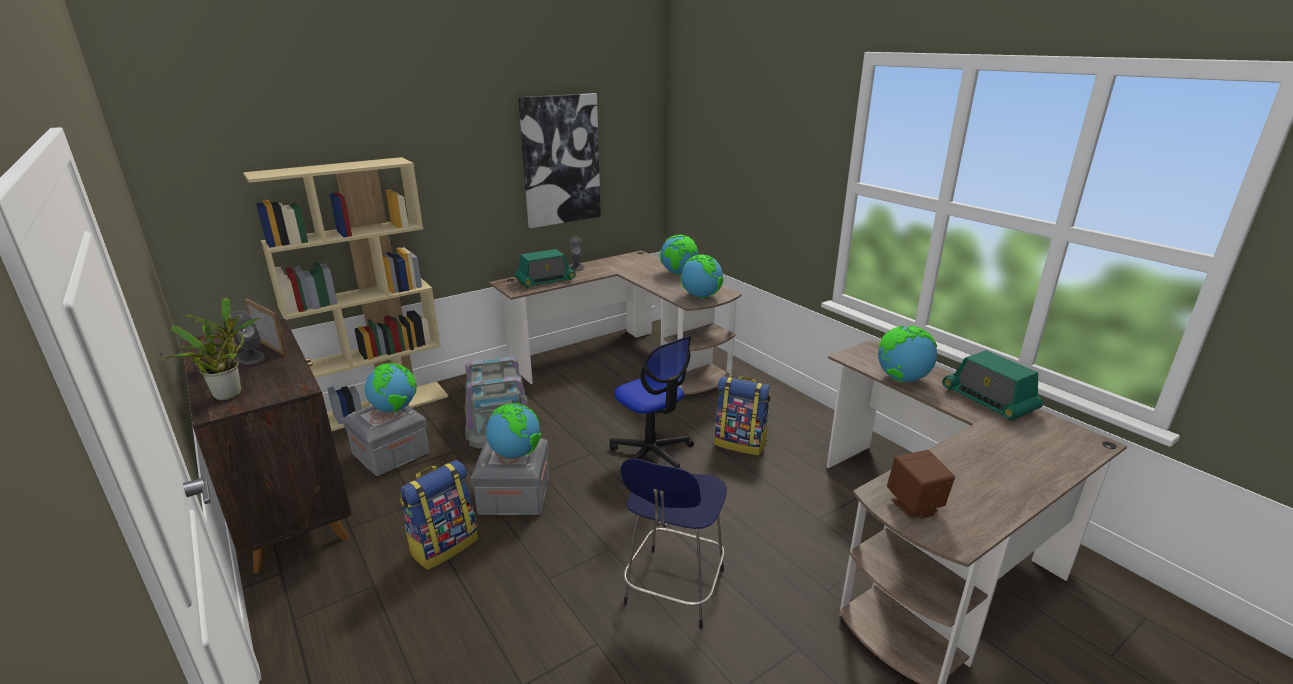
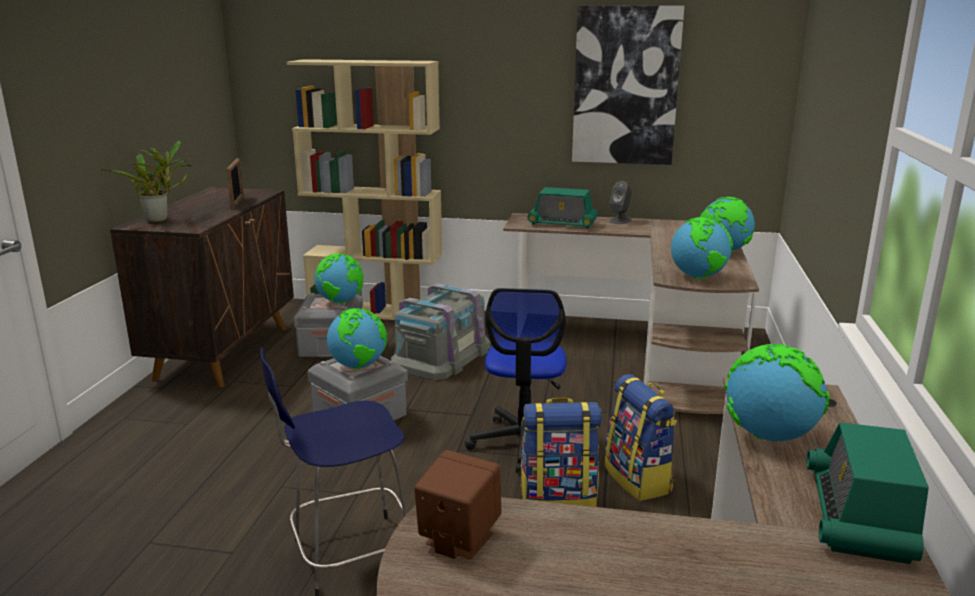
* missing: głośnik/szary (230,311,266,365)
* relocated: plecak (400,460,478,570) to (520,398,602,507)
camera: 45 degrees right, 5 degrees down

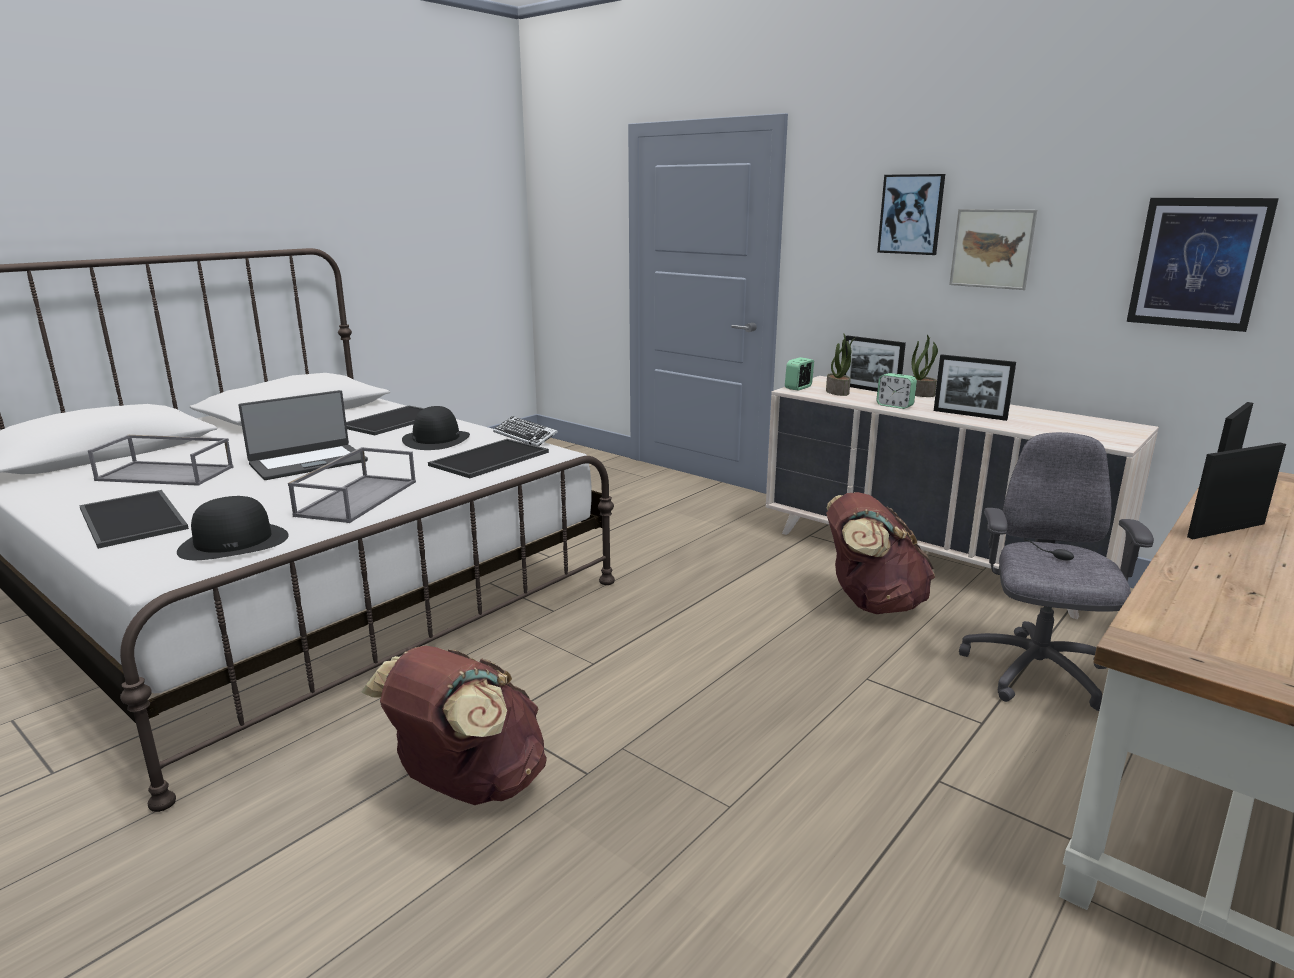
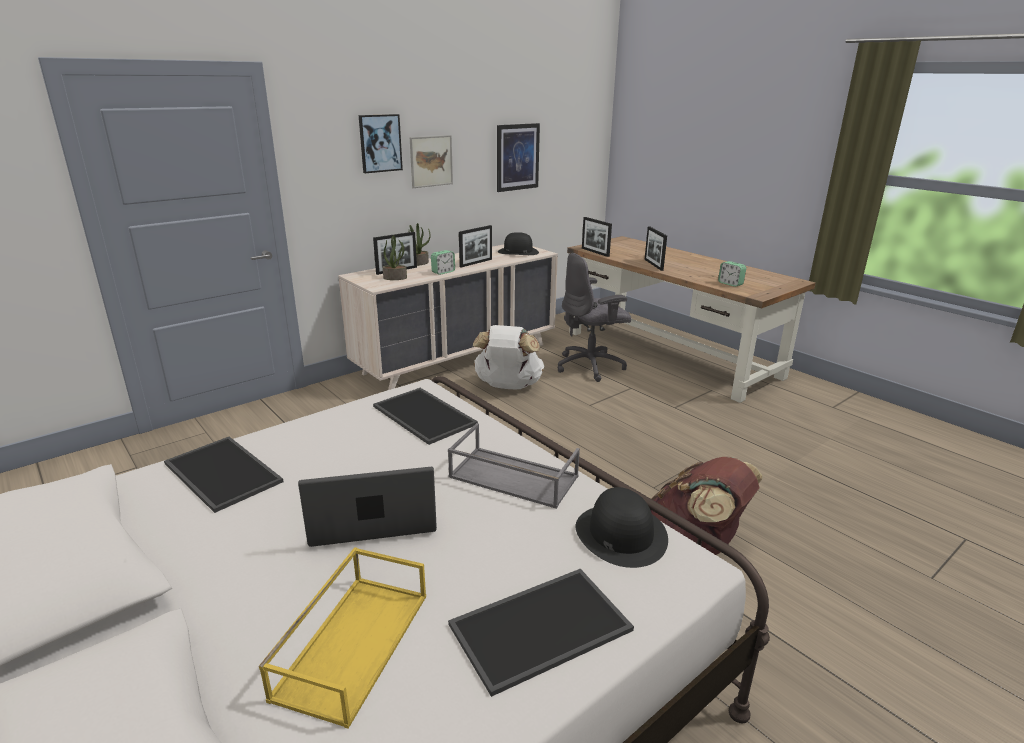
* missing: klawiatura (493,416,558,446)
* relocated: kapelusz/czarny (402,406,470,450) to (498,232,539,255)
* relocated: budzik (785,357,814,391) to (718,261,746,287)
* colour: taca/szary (88,435,234,486) to taca/żółty (259,547,426,729)
* colour: plecak/brązowy (826,492,935,614) to plecak/biały (473,325,545,389)
* spun: laptop (238,390,368,480) = (298,467,437,547) 75 degrees counterclockwise
* spun: krzesło biurowe/szary (959,432,1154,711) = (558,253,631,382) 45 degrees counterclockwise
camera: 80 degrees left, 5 degrees up

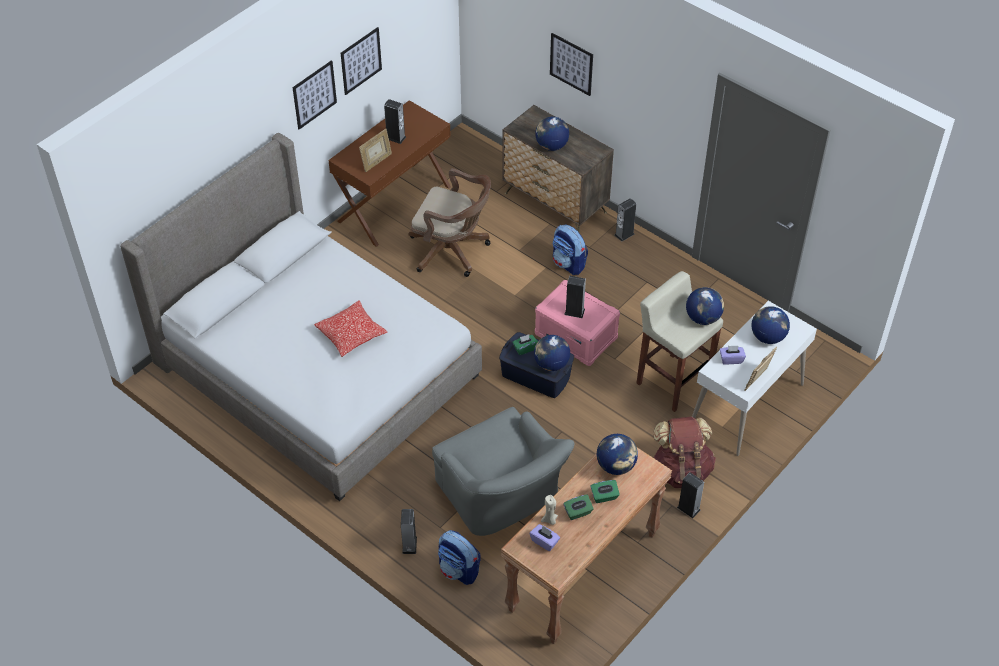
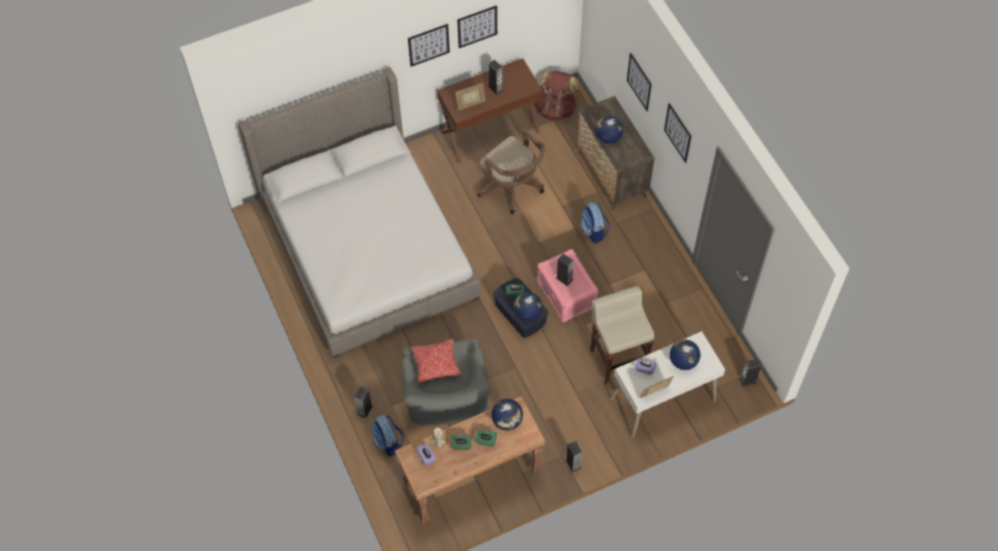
* missing: globus (686,287,724,325)
* appeared: obraz (664,103,691,163)
* relocated: poduszka (314,300,387,357) to (411,339,461,383)
* relocated: głośnik (615,198,636,242) to (740,359,762,387)
* relocated: plecak/brązowy (654,417,716,488) to (534,70,579,121)
camera: 25 degrees right, 10 degrees up

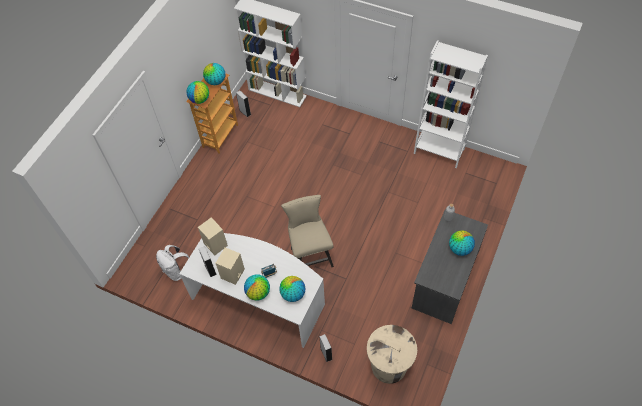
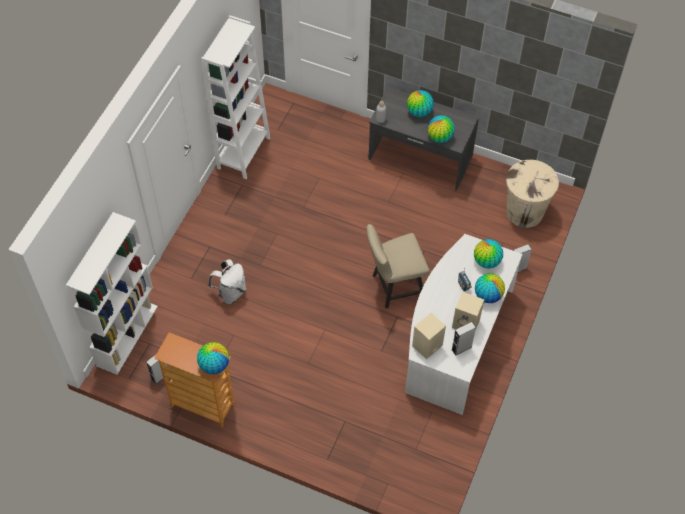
* relocated: plecak/biały (156,245,189,281) to (208,259,246,304)
* relocated: globus (203,63,225,85) to (427,115,455,143)
camera: 95 degrees left, 0 degrees up

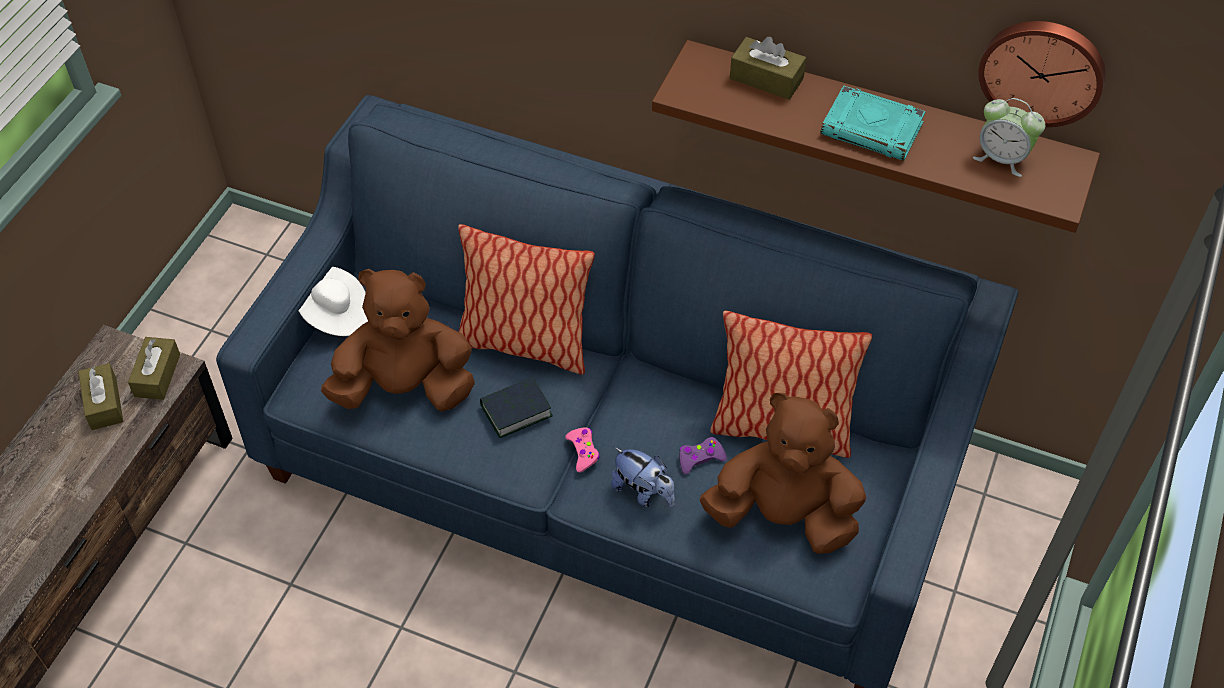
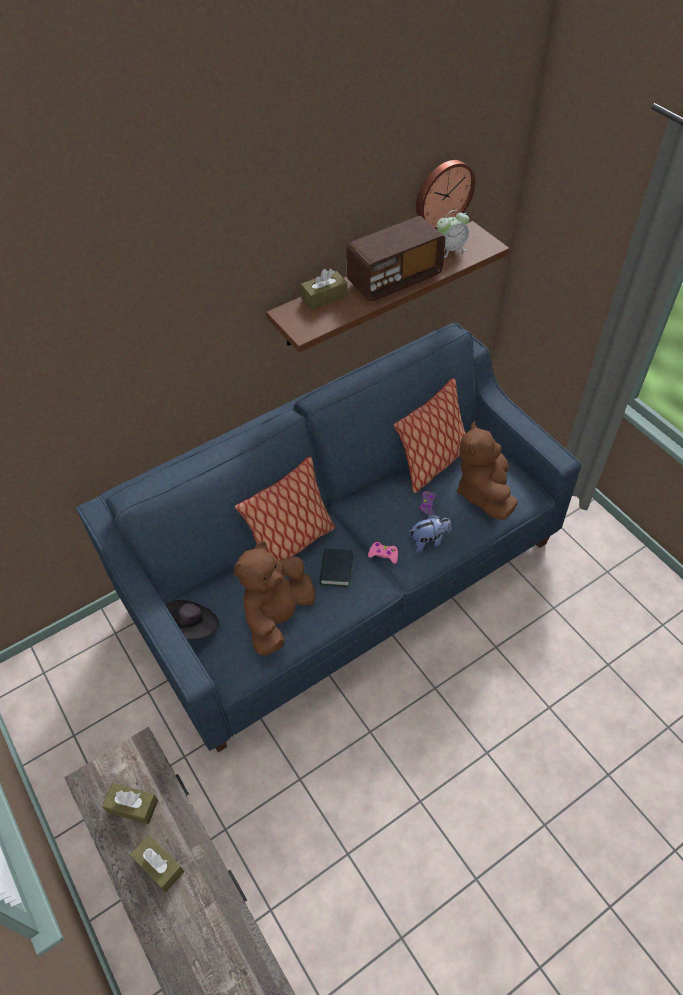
* relocated: pudełko chusteczek/brązowy (128,337,180,400) to (130,834,184,892)
* exchanged: książka/turkusowy (820,85,926,161) to radio (346,216,446,301)
* colour: kapelusz/biały (298,267,368,336) to kapelusz/czarny (166,600,219,640)
* spun: pluszak/brązowy (700,393,866,554) = (457,421,517,520) 45 degrees counterclockwise
camera: 55 degrees left, 0 degrees up

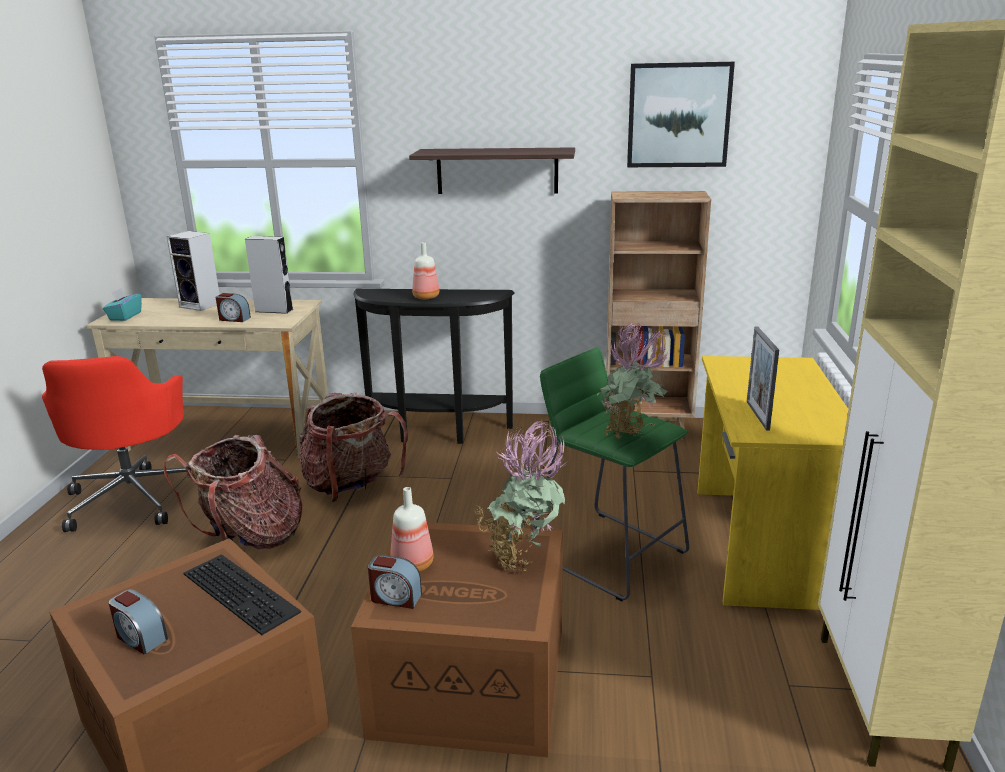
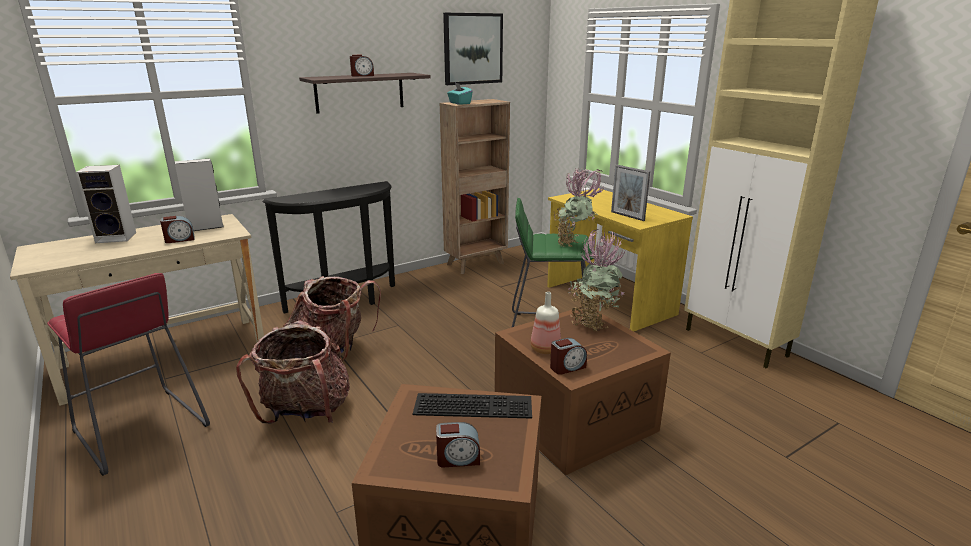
* missing: butelka (412,242,439,299)
* appeared: budzik (350,55,374,76)
* relocated: pudełko chusteczek/turkusowy (103,288,142,321) to (447,83,473,105)
* exchanged: krzesło biurowe/czerwony (42,356,186,532) to stołek/czerwony (47,273,210,476)
camera: 40 degrees left, 0 degrees up

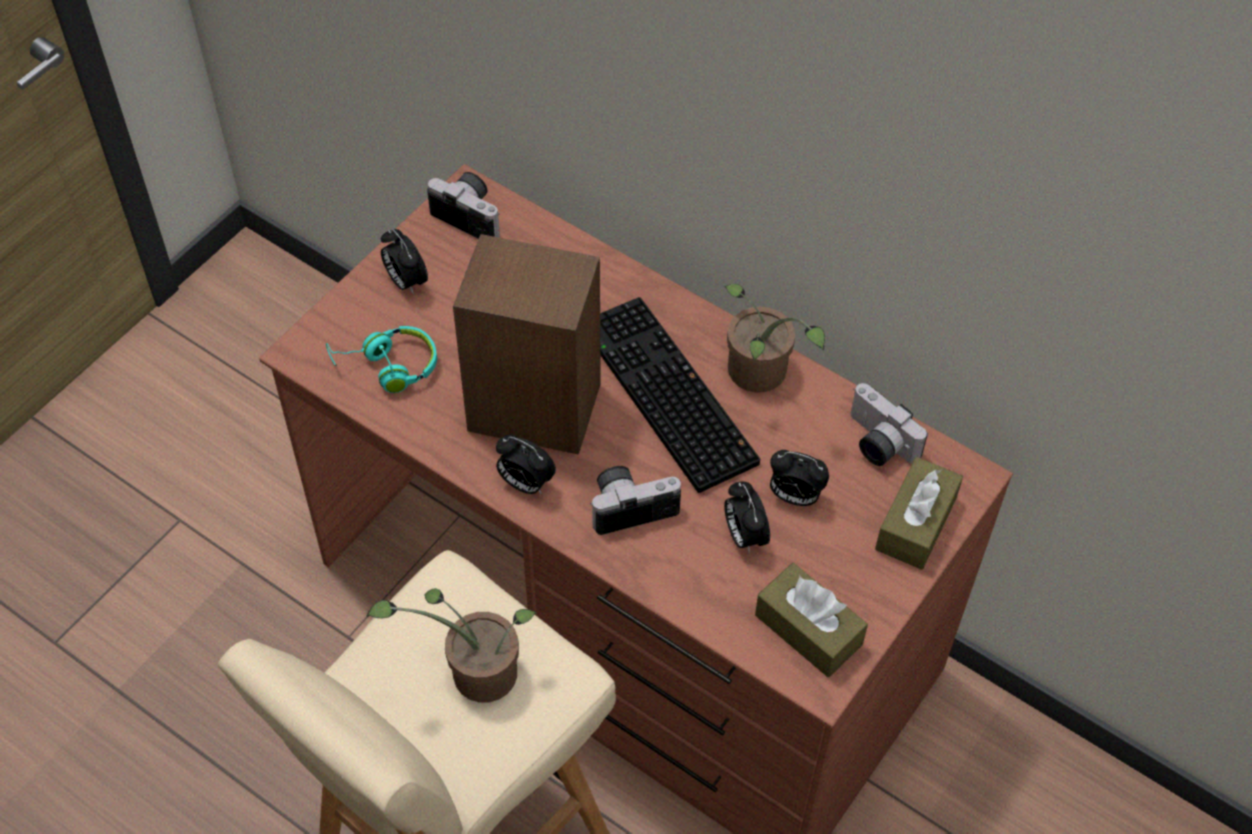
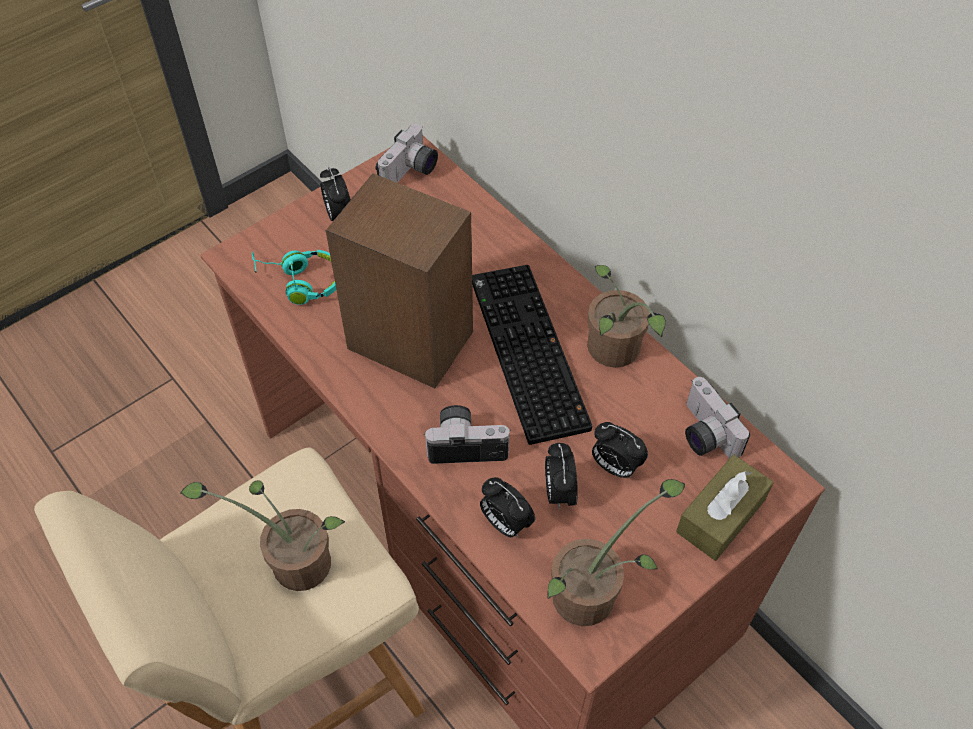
* relocated: budzik (496,434,556,494) to (480,477,535,537)
* exchanged: pudełko chusteczek/brązowy (755,563,868,677) to roślina doniczkowa (547,479,685,626)
* spun: aparat fotograficzny (427,172,500,239) = (375,124,438,183) 75 degrees clockwise
camera: 15 degrees right, 0 degrees up

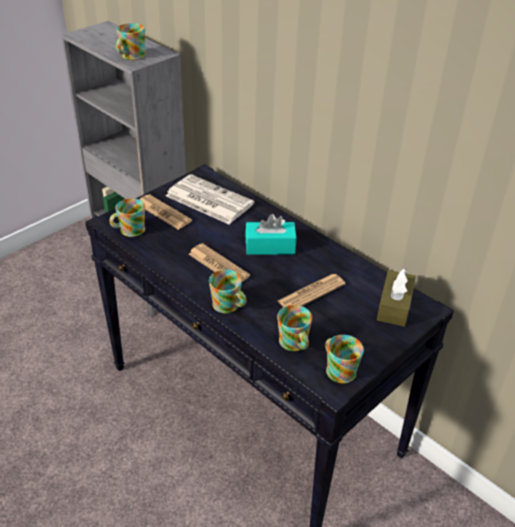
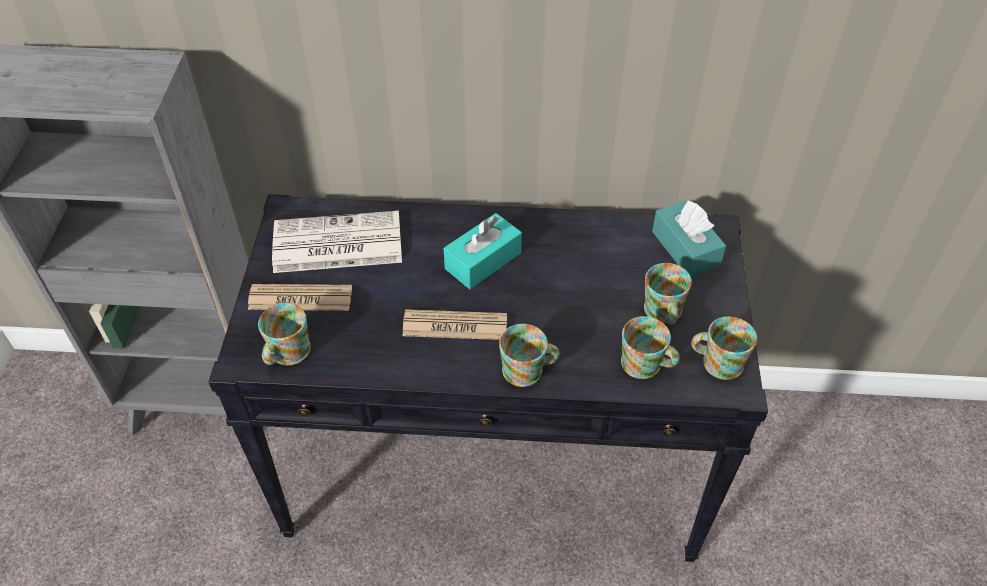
* missing: gazeta (278,274,346,307)
* relocated: kubek (116,23,145,60) to (644,263,692,325)
* colour: pudełko chusteczek/brązowy (377,269,416,327) to pudełko chusteczek/turkusowy (652,199,726,277)
camera: 40 degrees left, 10 degrees up

